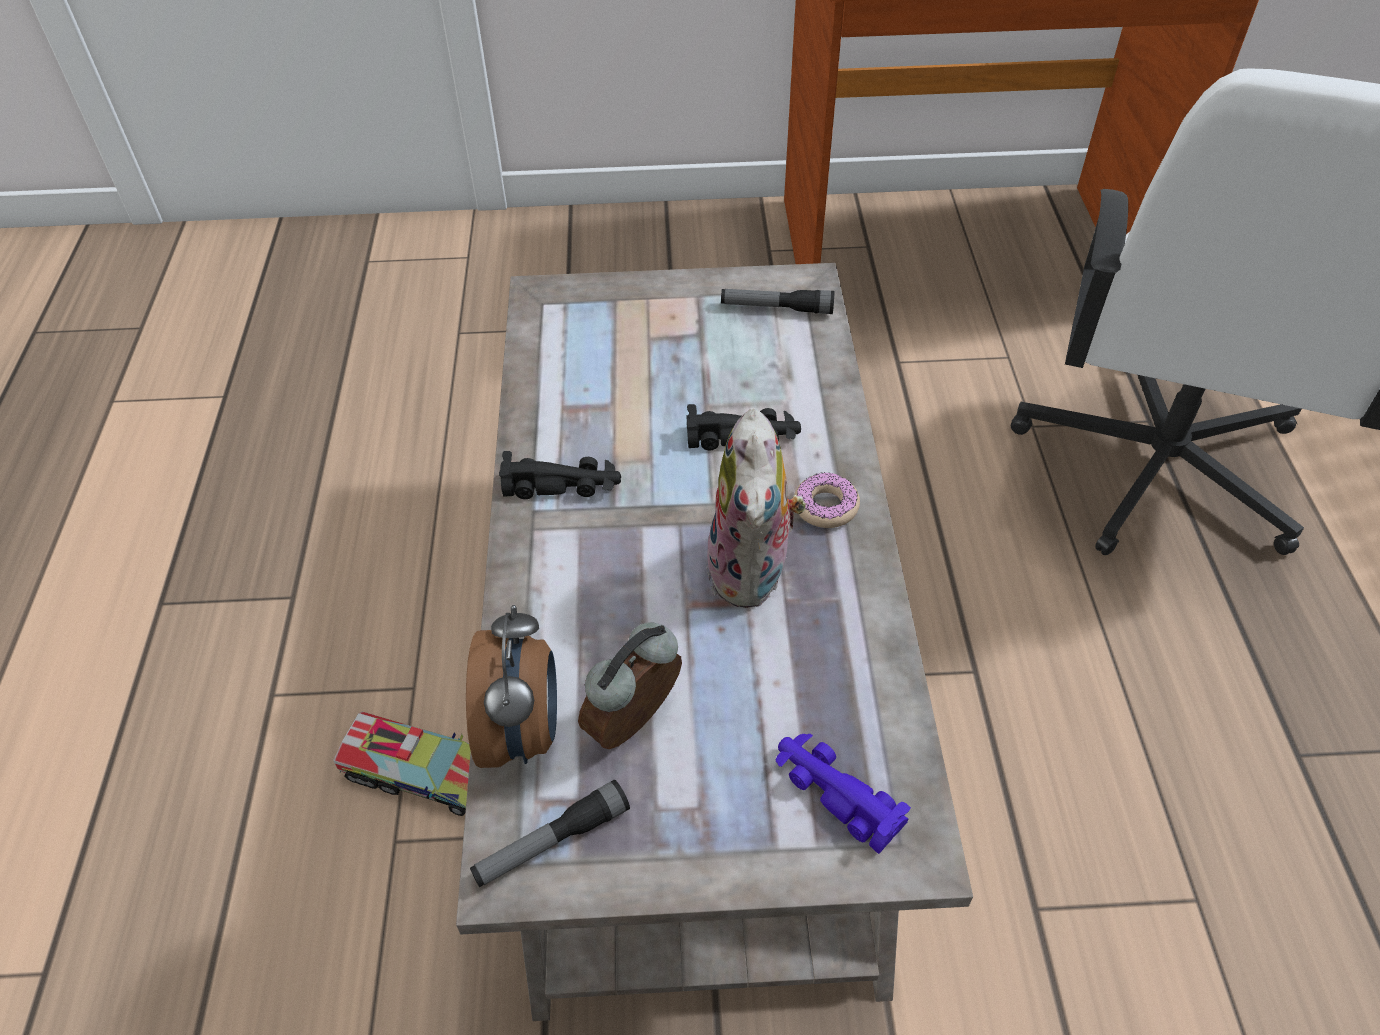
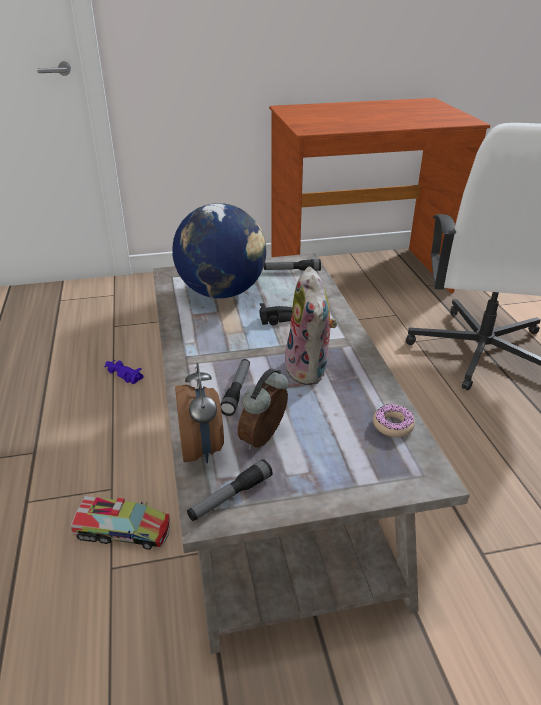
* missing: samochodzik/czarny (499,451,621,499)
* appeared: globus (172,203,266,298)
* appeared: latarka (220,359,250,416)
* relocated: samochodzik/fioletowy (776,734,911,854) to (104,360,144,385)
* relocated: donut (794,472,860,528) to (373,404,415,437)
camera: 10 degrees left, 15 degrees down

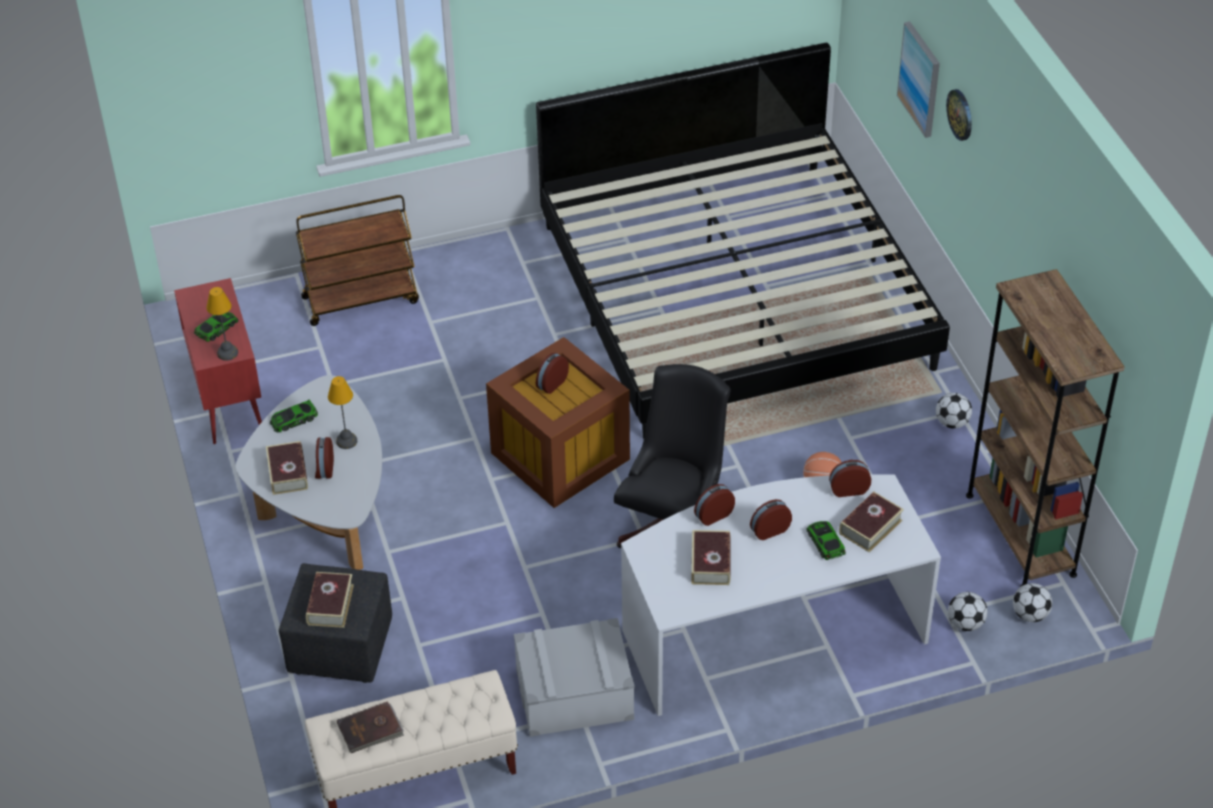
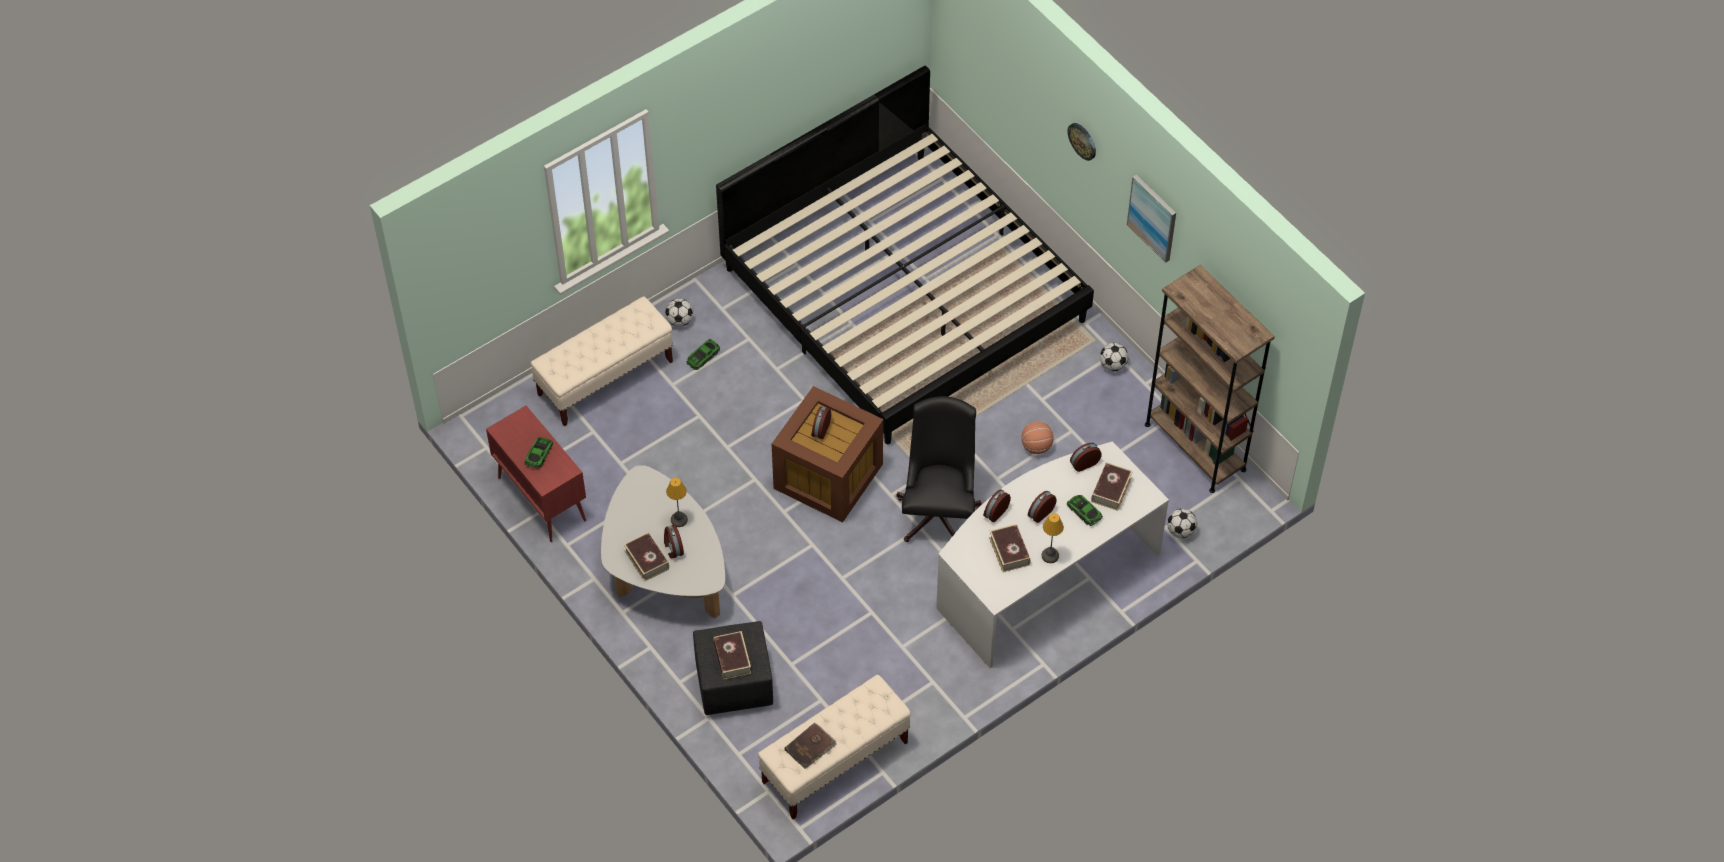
* missing: pojemnik do przechowywania/szary (514,618,635,737)
* relocated: lampa stołowa (207,287,238,361) to (1042,513,1064,563)
* relocated: samochodzik (270,400,318,433) to (687,339,720,370)
* relocated: obraz (897,21,940,138) to (1127,175,1176,263)
* relocated: piłka futbolowa (1013,583,1052,622) to (665,299,693,327)
* exchanged: wózek/brązowy (296,195,419,326) to ławka/beżowy (531,297,673,426)
camera: 20 degrees left, 10 degrees up

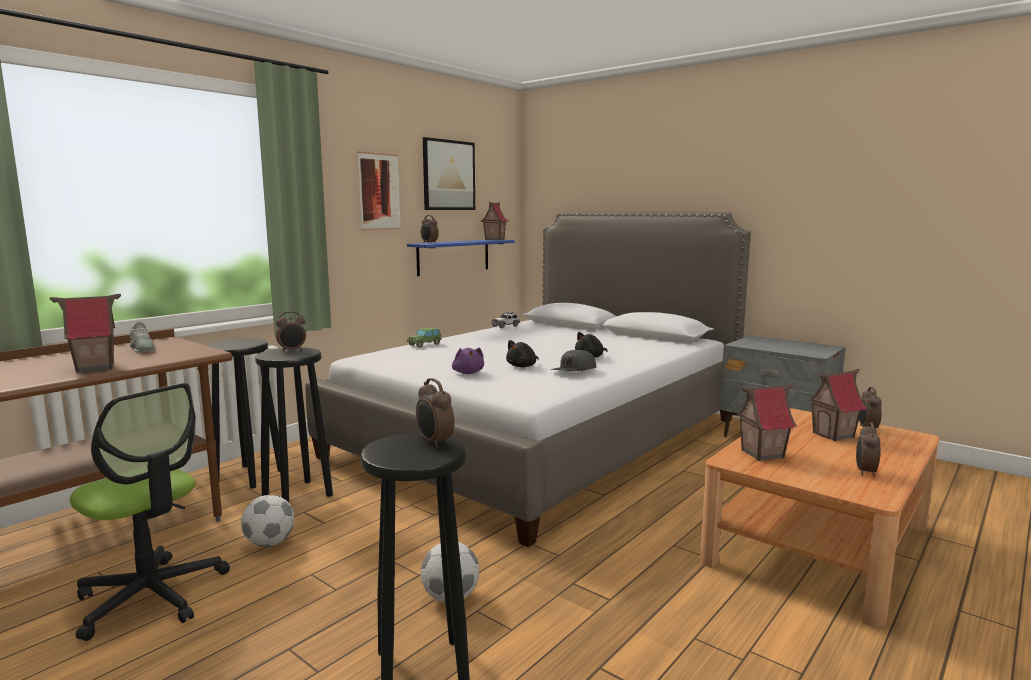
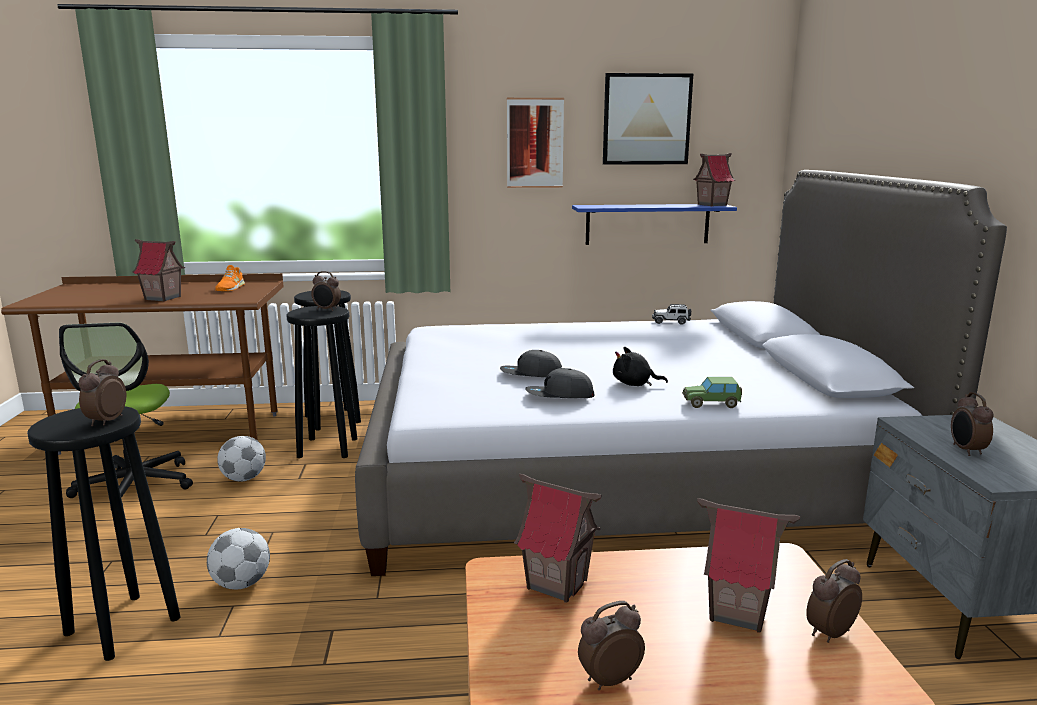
* missing: pluszak/fioletowy (452,348,484,374)
* relocated: samochodzik (407,327,442,348) to (682,377,742,408)
* relocated: budzik (421,215,439,244) to (951,392,993,456)
* exchanged: pluszak/czarny (506,340,539,367) to czapka z daszkiem/szary (500,350,562,377)
* colour: but/szary (130,322,156,352) to but/pomarańczowy (215,265,245,291)
camera: 45 degrees right, 5 degrees up

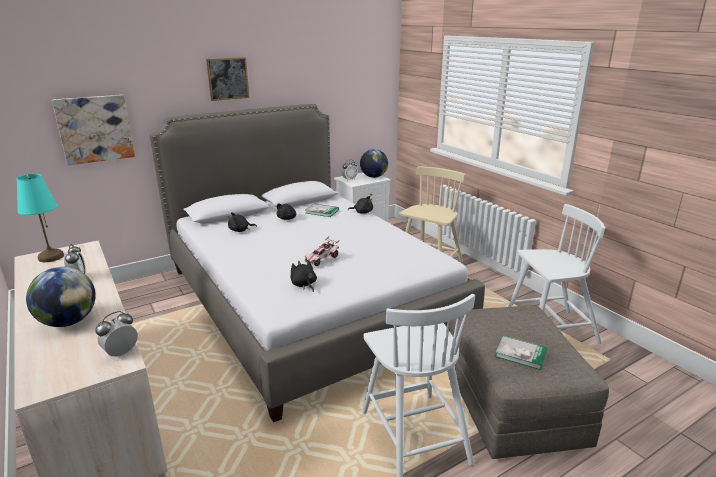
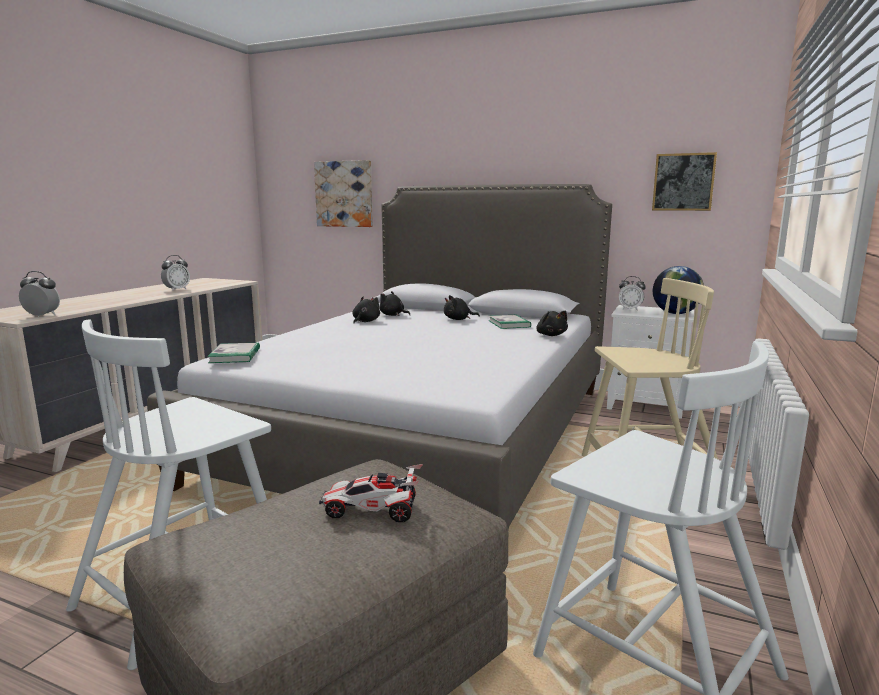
* missing: lampa stołowa/turkusowy (16,174,64,262)
* missing: globus (26,267,96,327)
* relocated: obraz (206,57,249,101) to (652,152,717,211)
* relocated: pluszak/czarny (290,260,317,292) to (352,297,380,323)
* relocated: samochodzik (304,237,339,266) to (319,464,423,522)
* relocated: książka (495,335,548,370) to (207,342,260,363)
camera: 55 degrees right, 10 degrees down

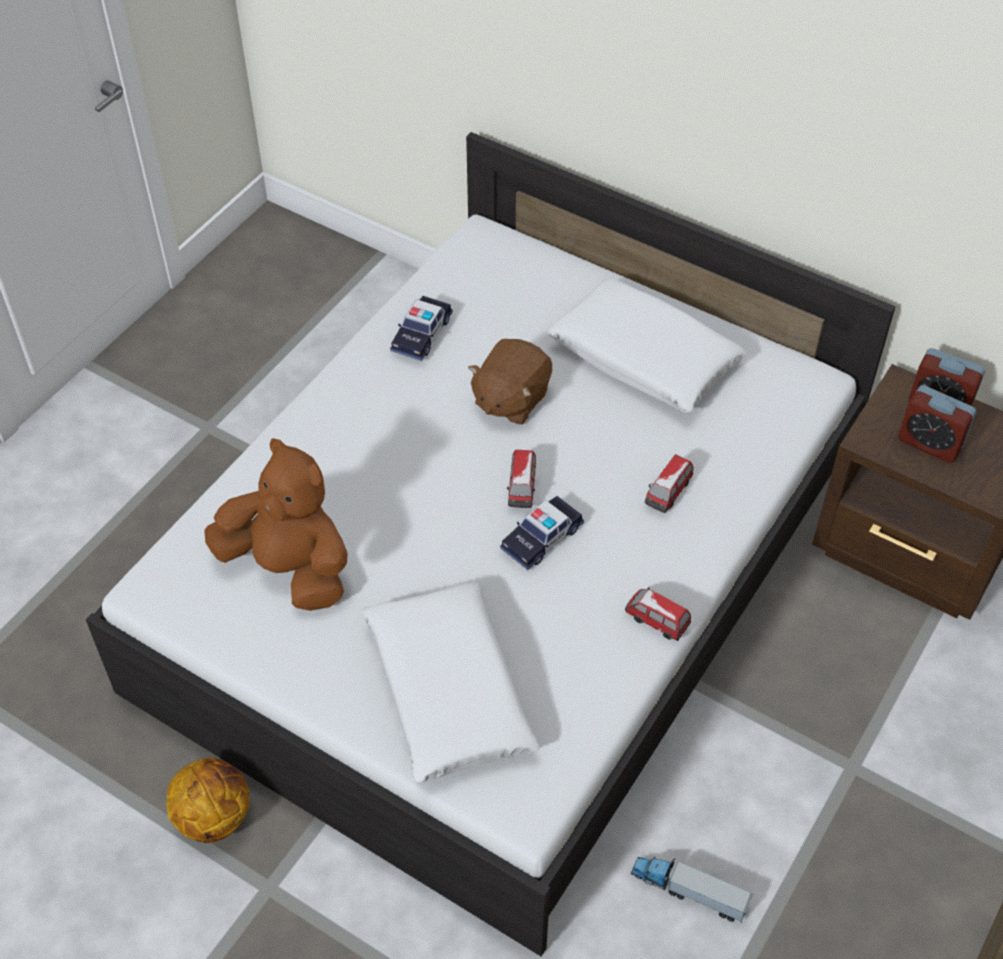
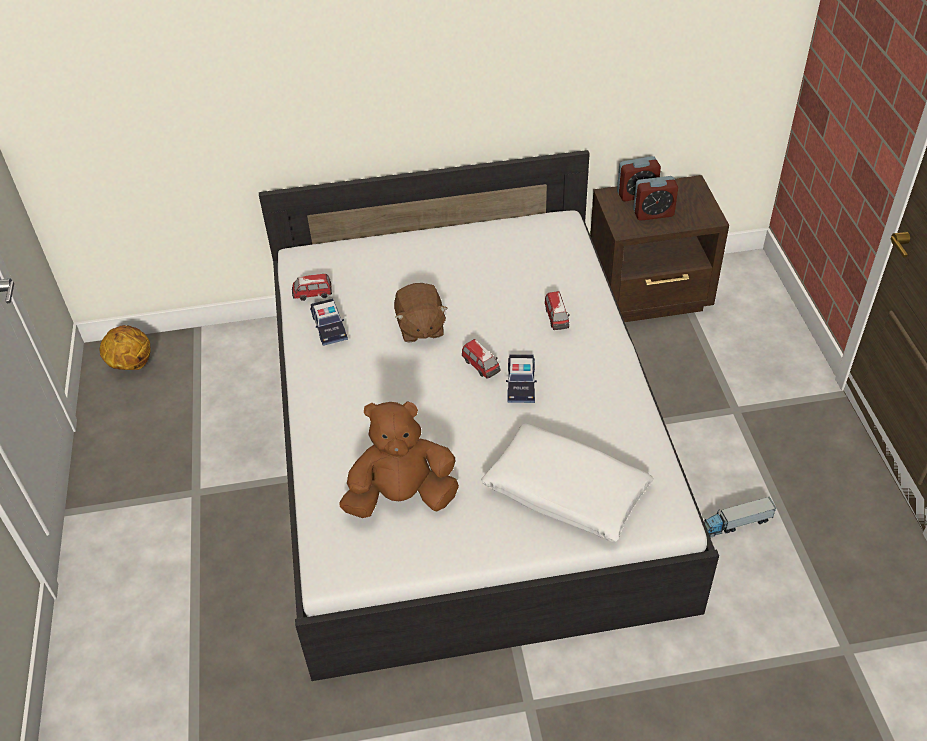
* missing: poduszka/biały (548,277,747,413)
* relocated: piłka do koszykówki (166,758,250,843) to (100,325,151,370)
* relocated: samochodzik (625,587,691,641) to (292,274,332,301)
camera: 40 degrees left, 5 degrees down

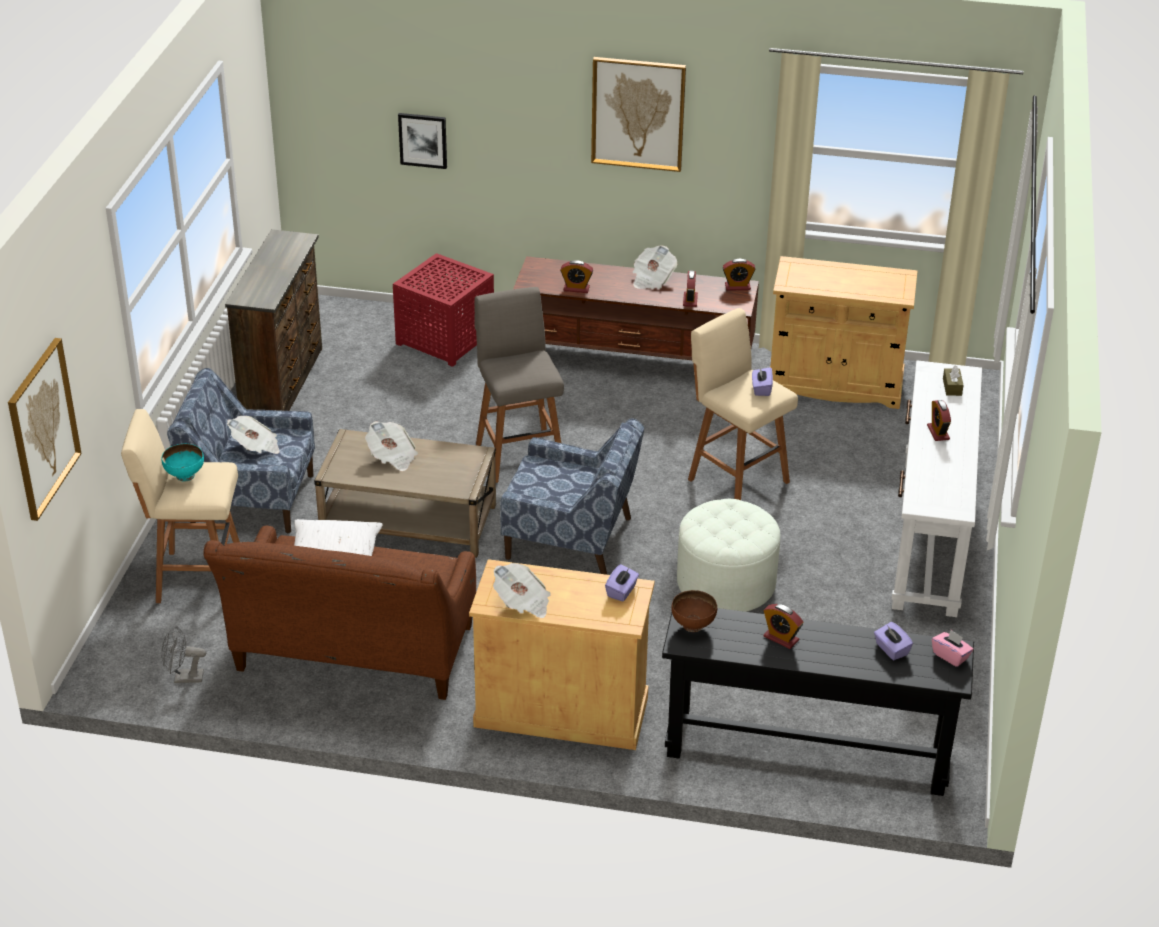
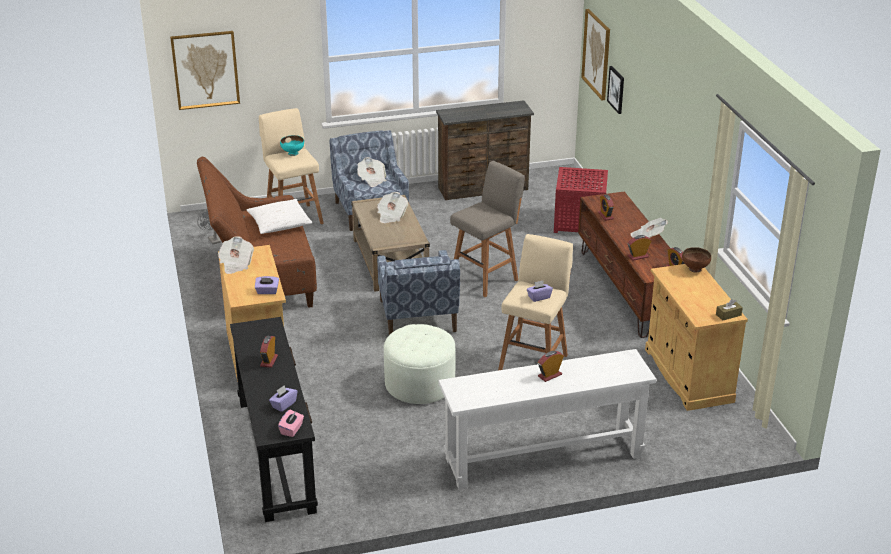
* relocated: obraz (591,57,686,172) to (581,9,610,100)
* relocated: miska/brązowy (671,590,717,632) to (682,247,711,272)
* relocated: pudełko chusteczek/brązowy (943,365,964,396) to (716,299,743,321)
camera: 65 degrees right, 5 degrees down

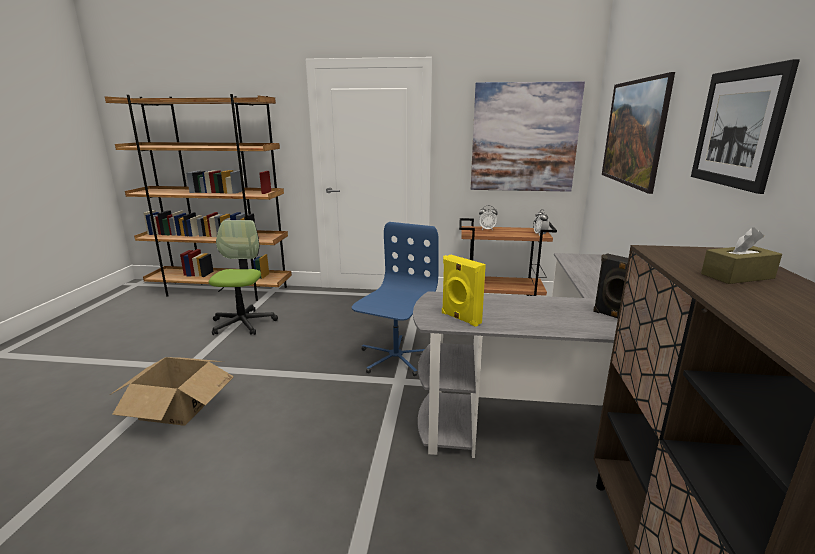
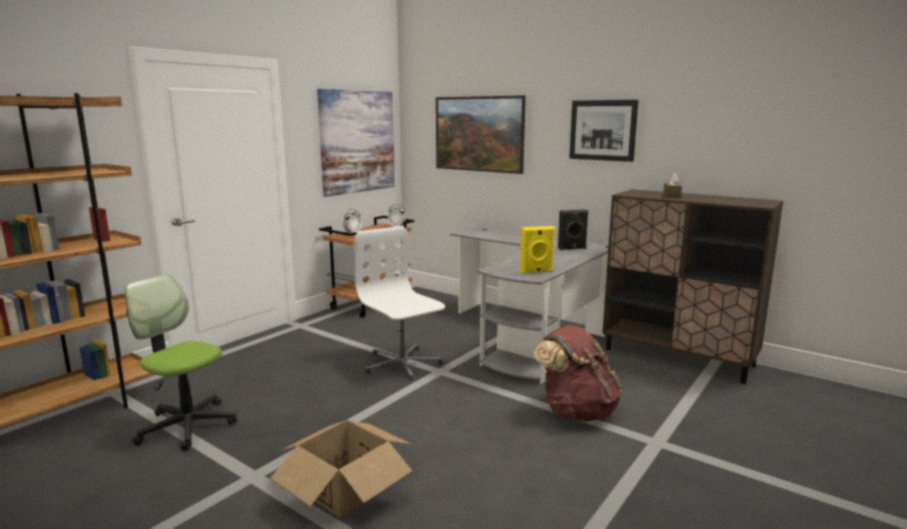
* appeared: plecak/brązowy (534,325,623,422)
* colour: krzesło biurowe/niebieski (352,222,439,376) to krzesło biurowe/biały (354,226,445,380)
camera: 60 degrees left, 5 degrees down

